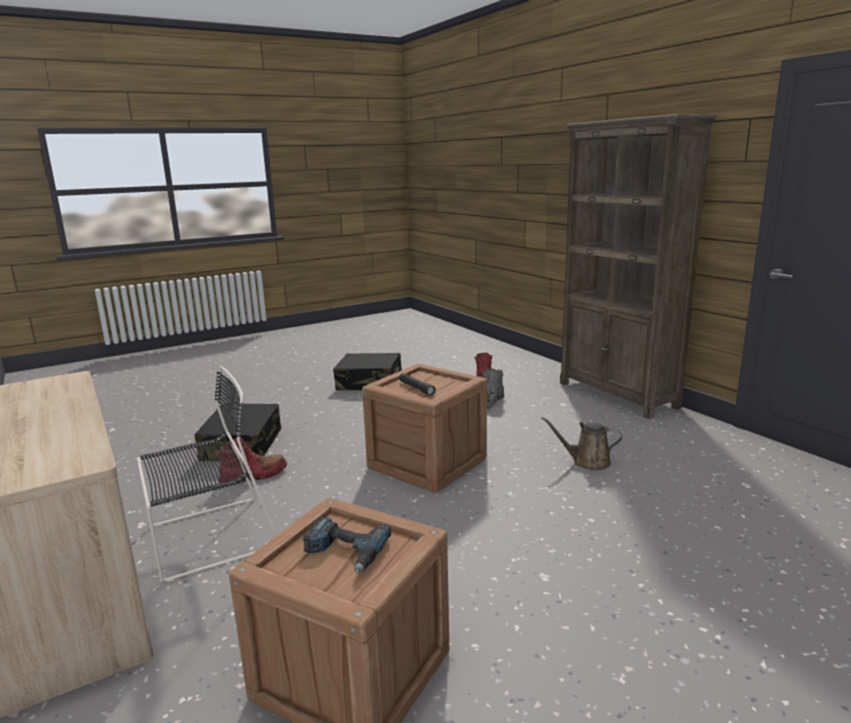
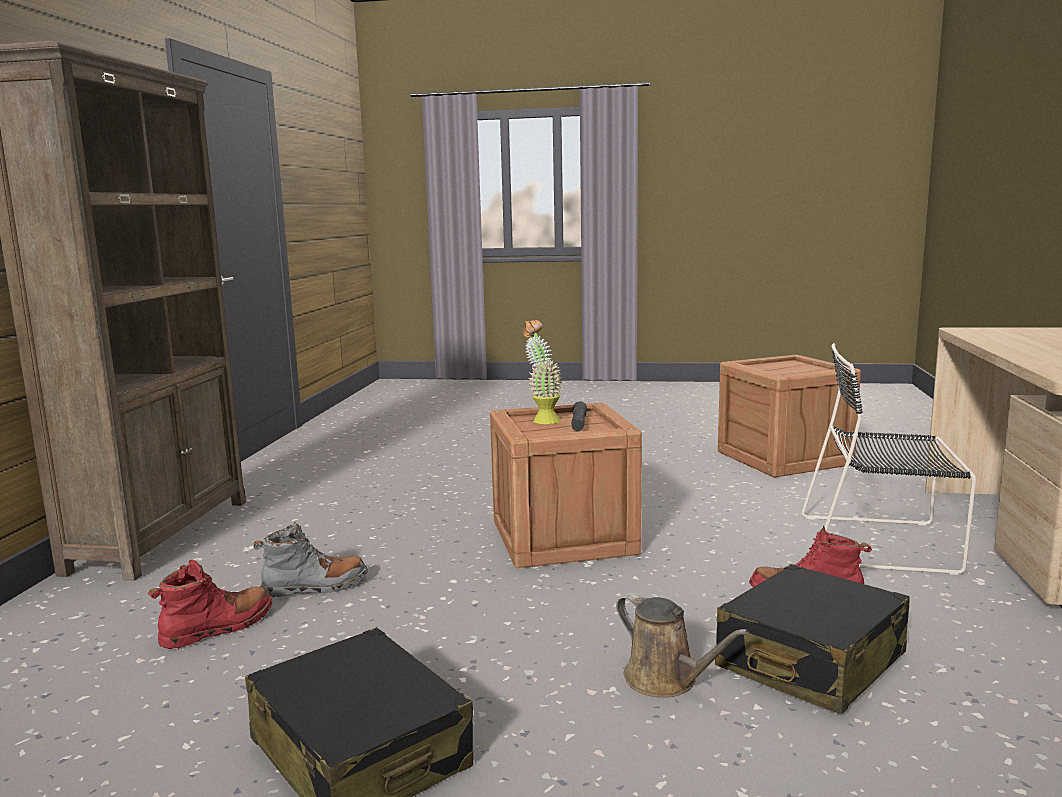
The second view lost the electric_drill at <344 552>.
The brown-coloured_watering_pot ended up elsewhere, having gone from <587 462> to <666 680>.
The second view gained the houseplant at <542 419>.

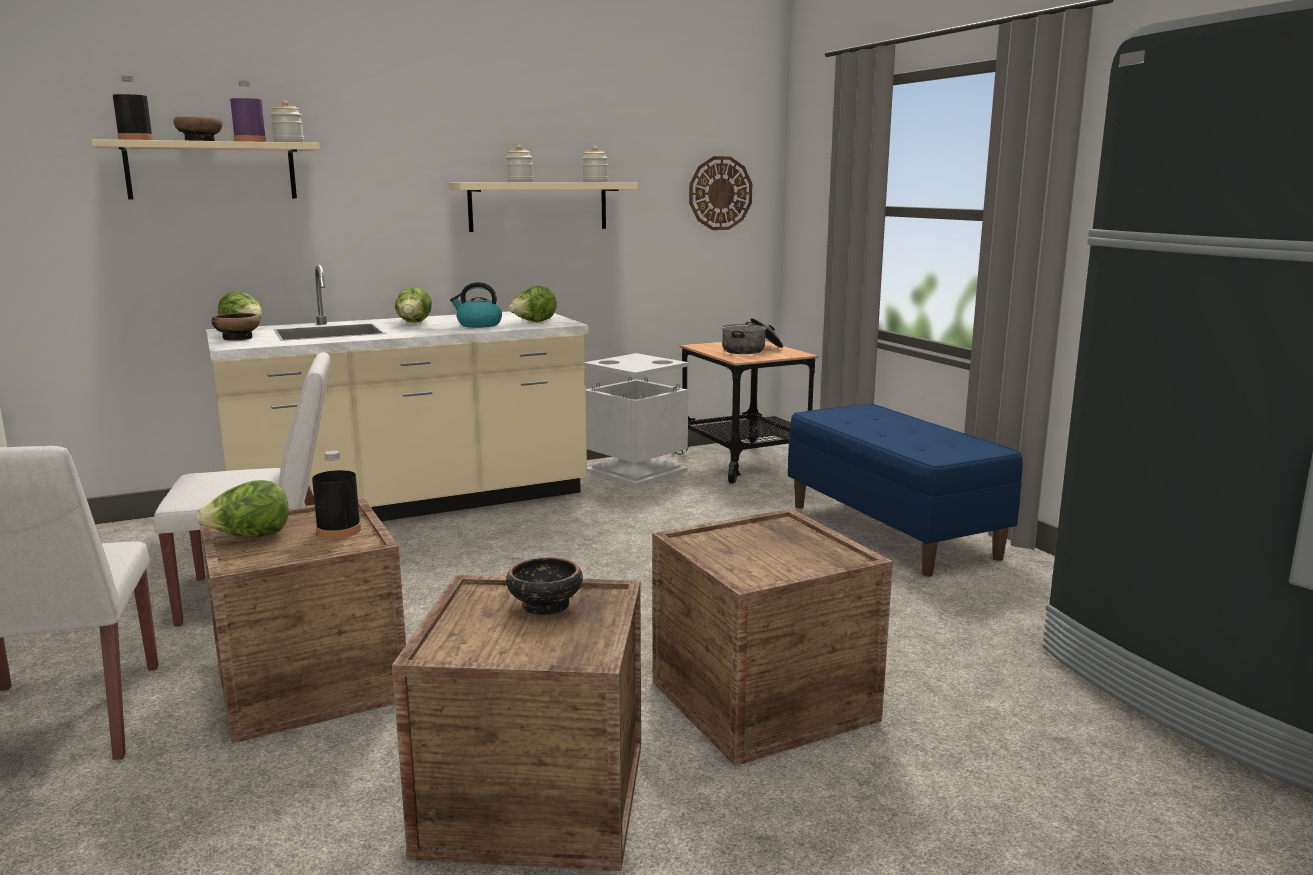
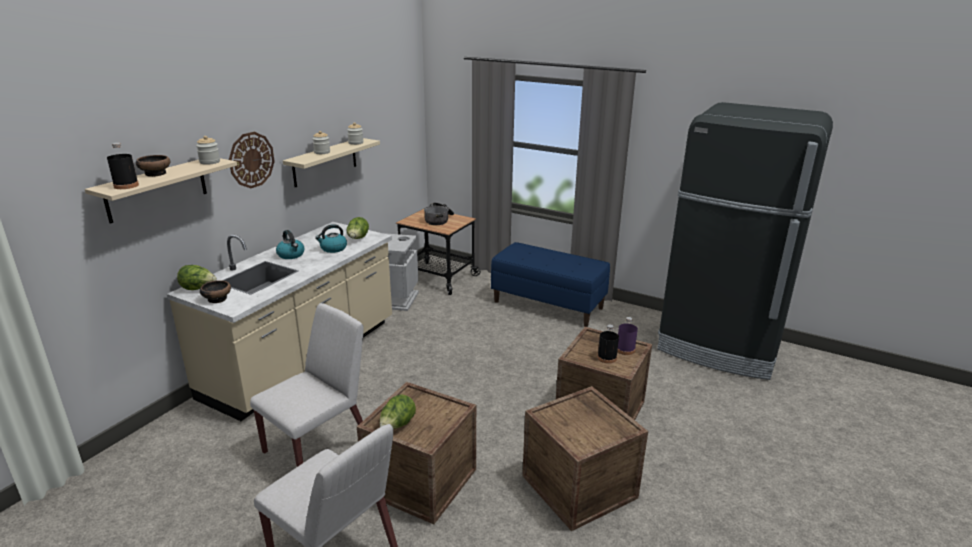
The purplish_beverage_bottle ended up elsewhere, having gone from <250 141> to <625 350>.
The black_beverage_bottle ended up elsewhere, having gone from <339 531> to <606 358>.
Where the lettuce_head stood at <414 323>, the kettle came to stand at <291 255>.
The second view lost the serving_bowl at <544 606>.
The hanging_clock ended up elsewhere, having gone from <720 193> to <251 160>.

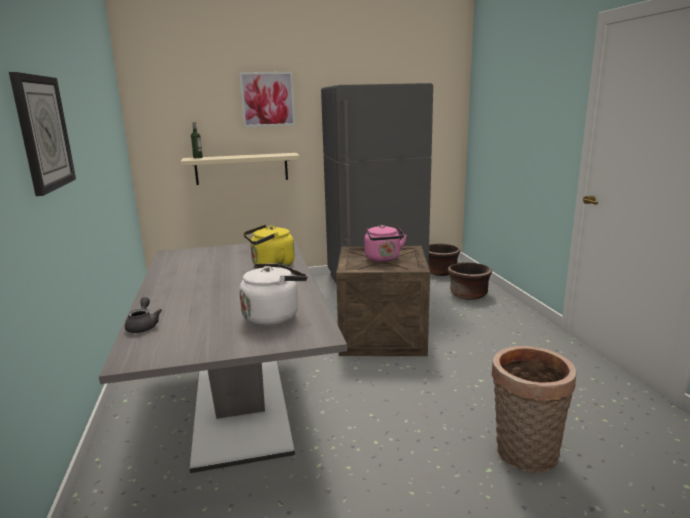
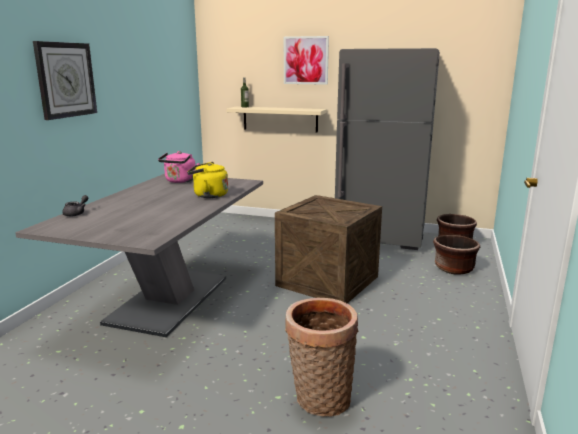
The second view lost the whitish_kettle at <273 316>.
The pinkish_kettle ended up elsewhere, having gone from <383 259> to <180 181>.

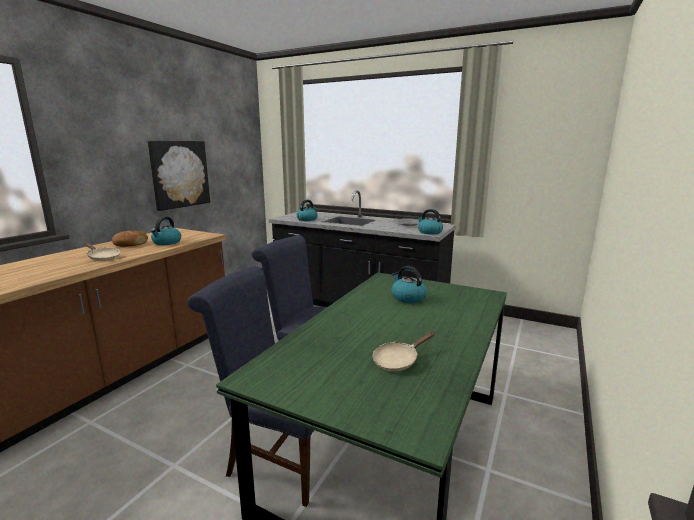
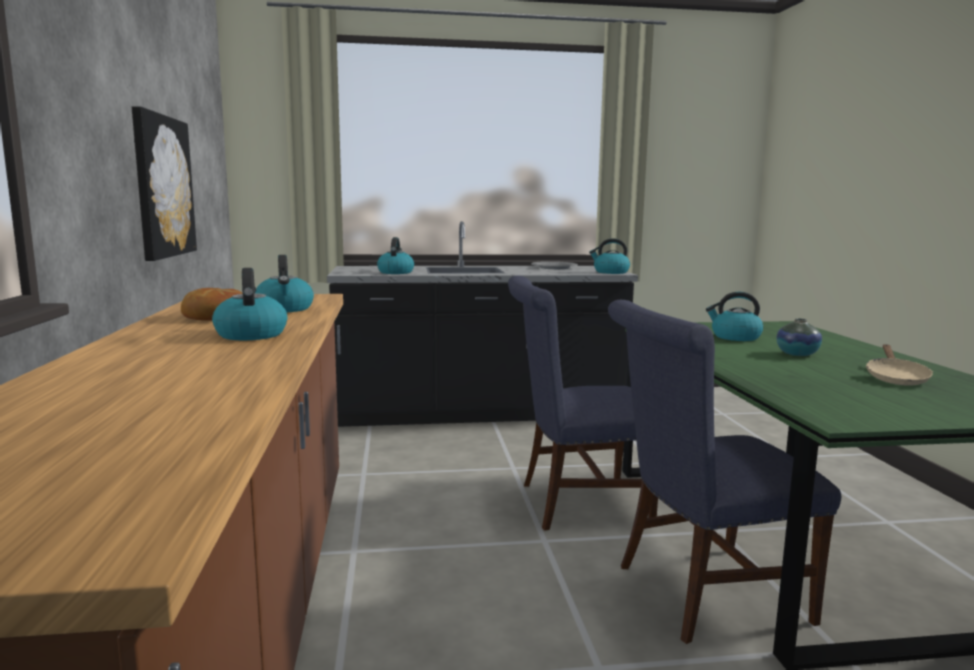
Where the beige_skillet stood at <102 257>, the kettle came to stand at <250 334>.
The second view gained the vase at <797 354>.

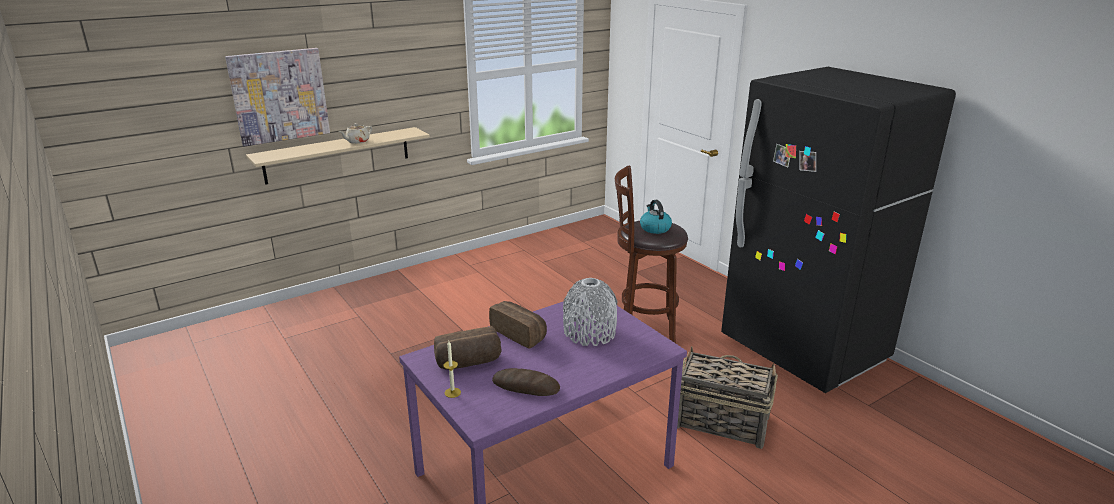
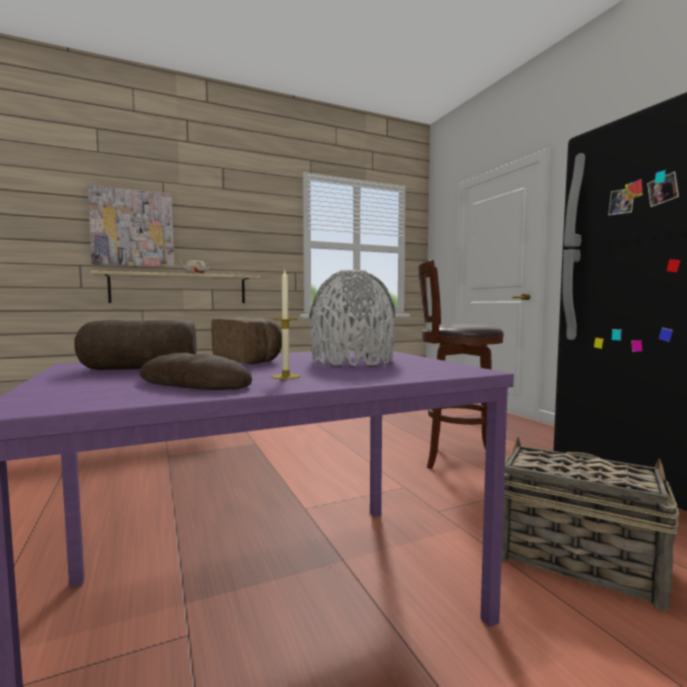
The wax_light ended up elsewhere, having gone from <452 392> to <285 376>.
The second view lost the kettle at <654 228>.

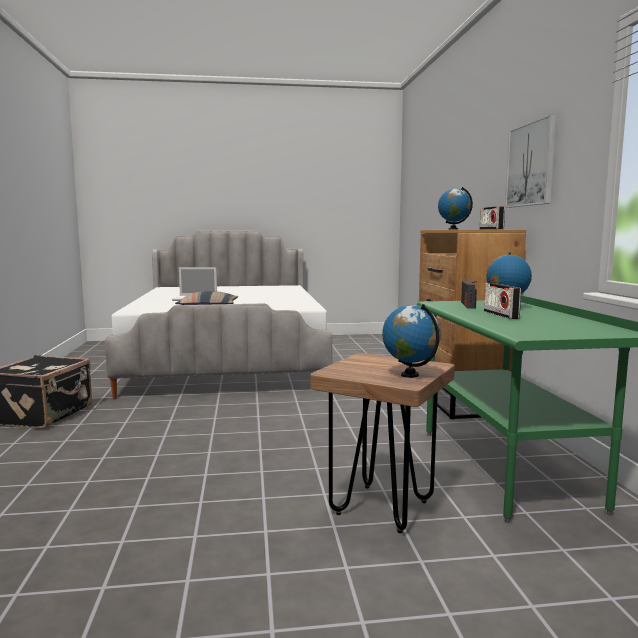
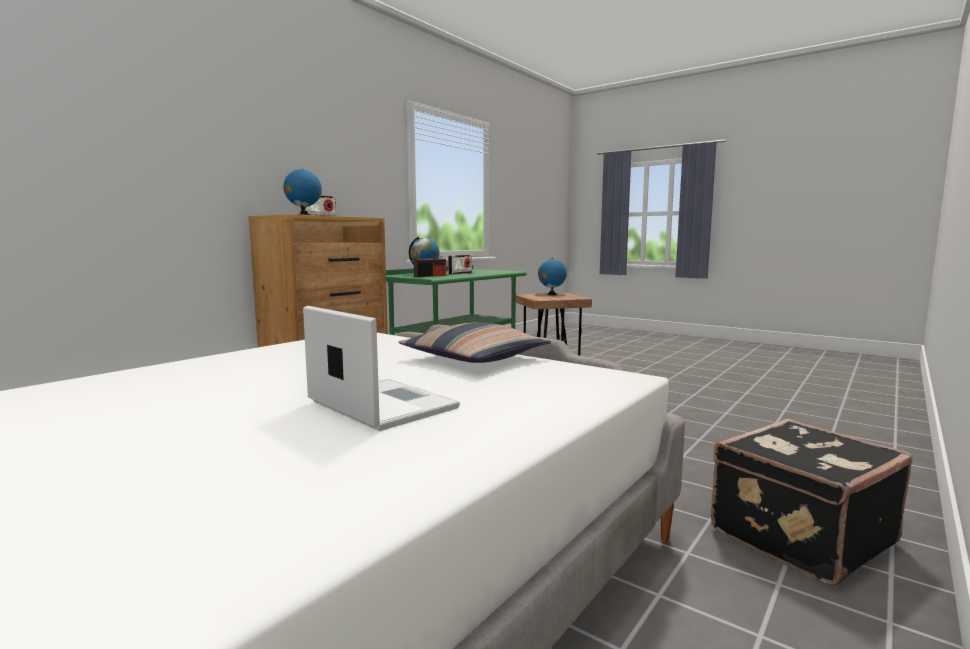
The second view lost the wall_art at <531 164>.

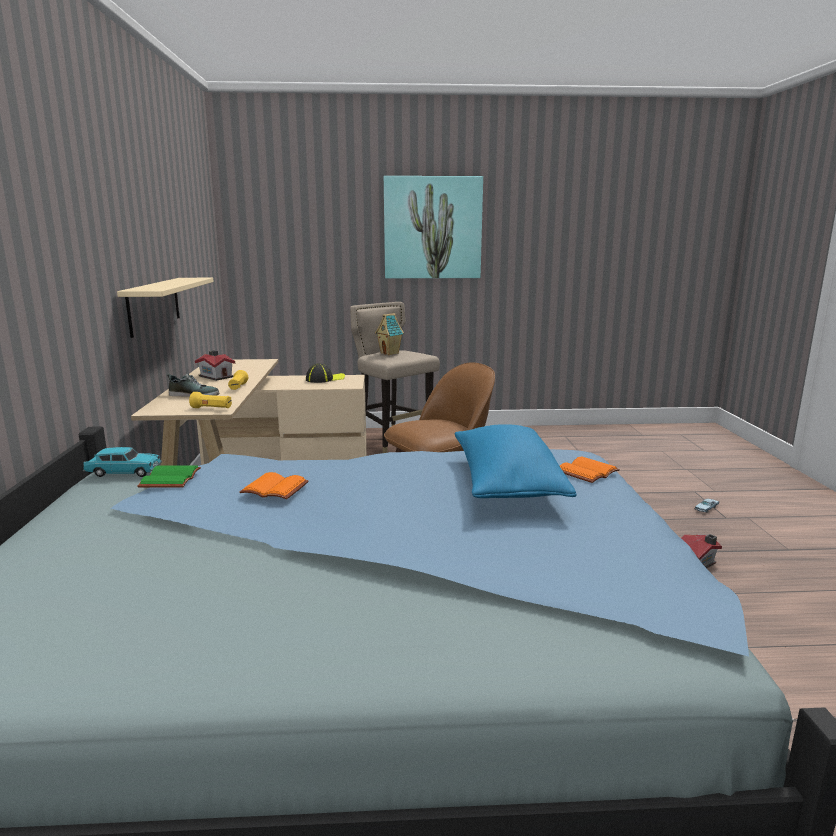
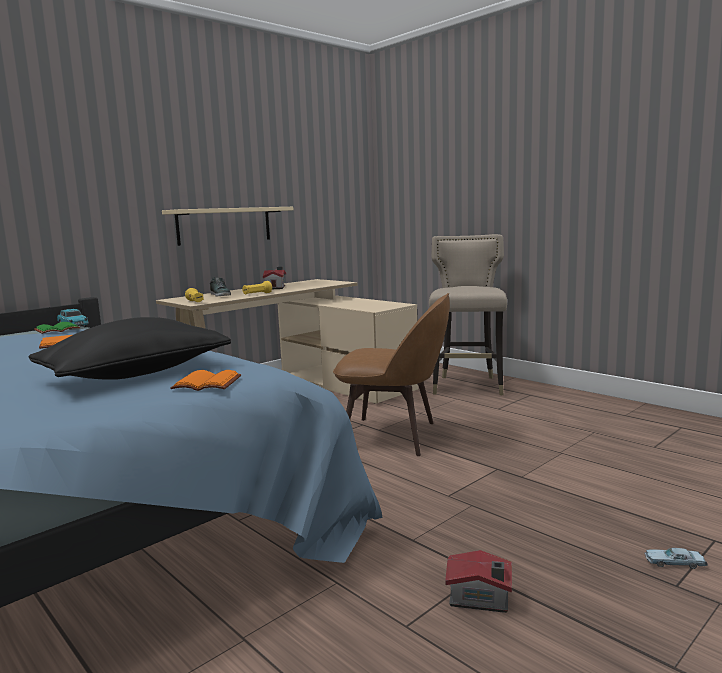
The second view lost the peaked_cap at <325 379>.
The second view lost the miniature_house at <390 353>.
The second view lost the wall_art at <432 228>.
What was the blue-coloured_cushion at <506 484> turned into the black_cushion at <136 373>.

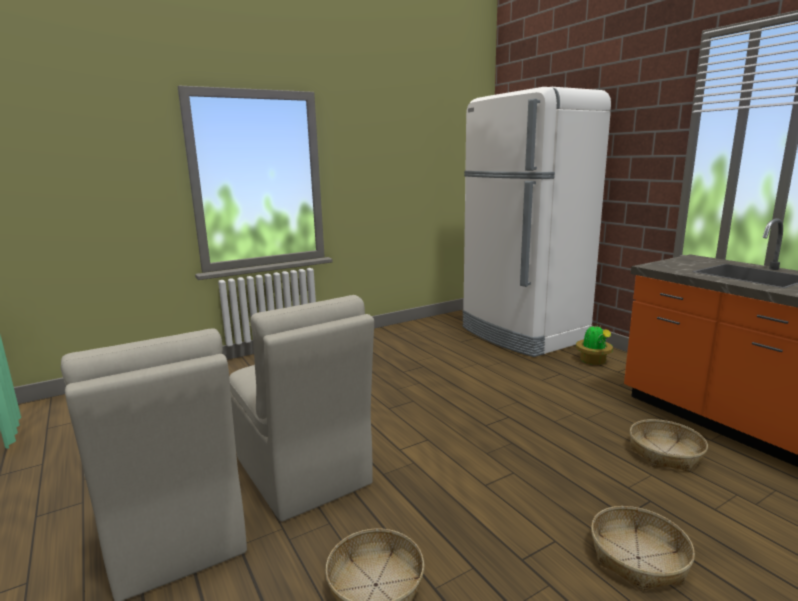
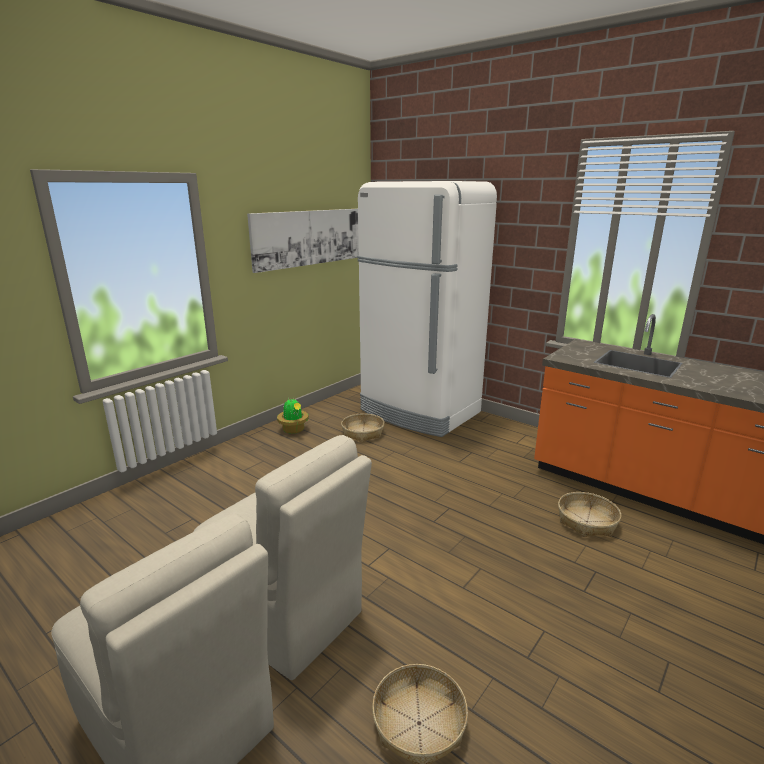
The houseplant ended up elsewhere, having gone from <593 361> to <294 430>.
The storage_basket ended up elsewhere, having gone from <638 558> to <363 433>.
The second view gained the wall_art at <312 237>.

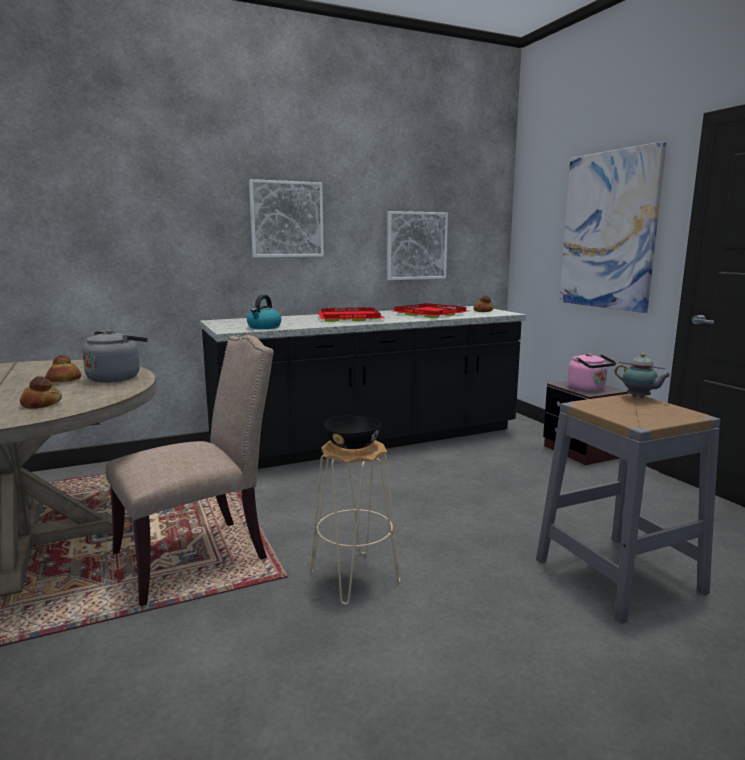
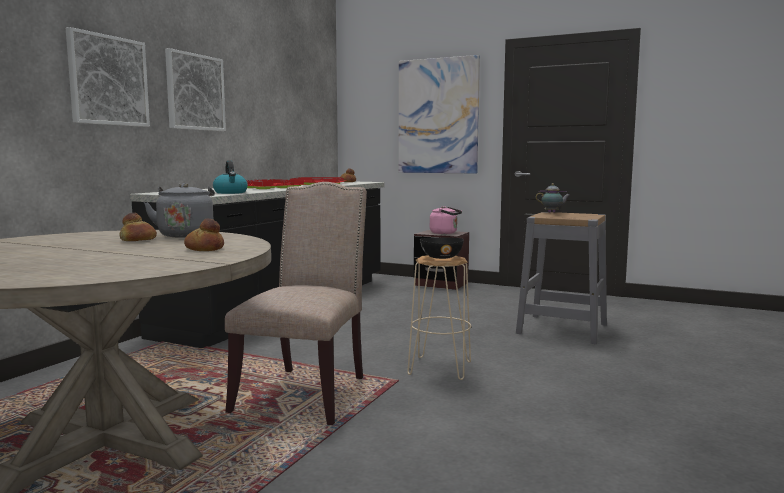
The wall_art ended up elsewhere, having gone from <416 245> to <108 80>.

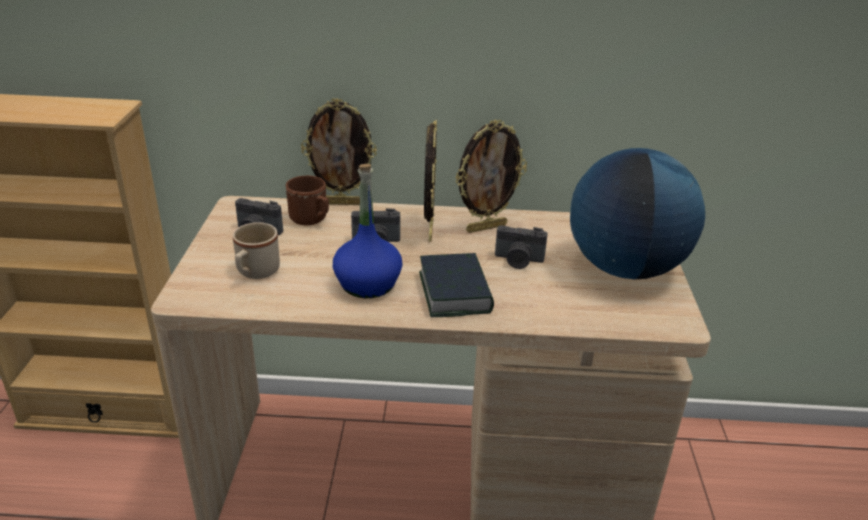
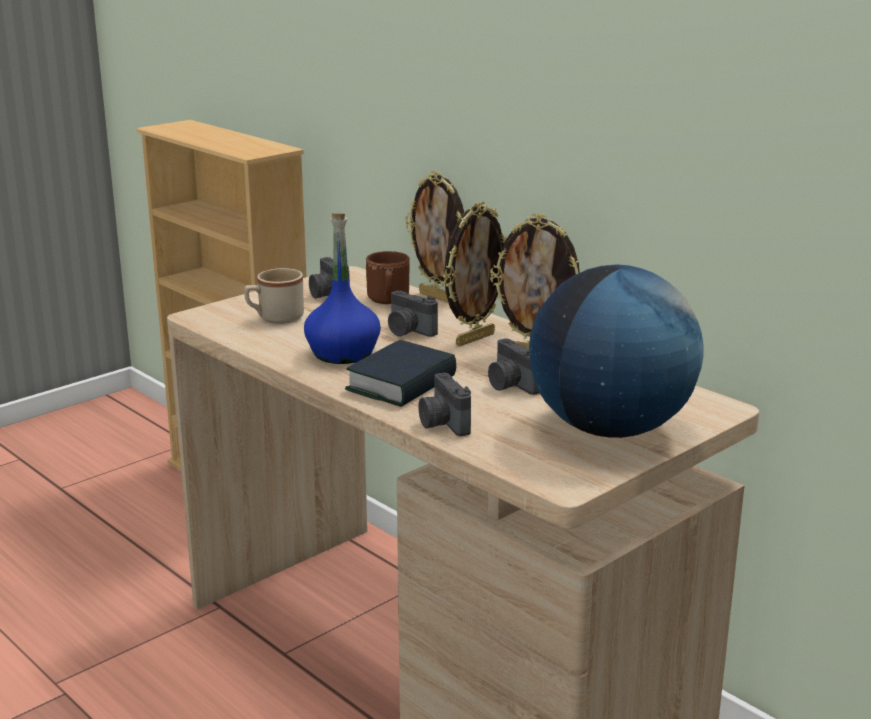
The second view gained the still_camera at <442 424>.

